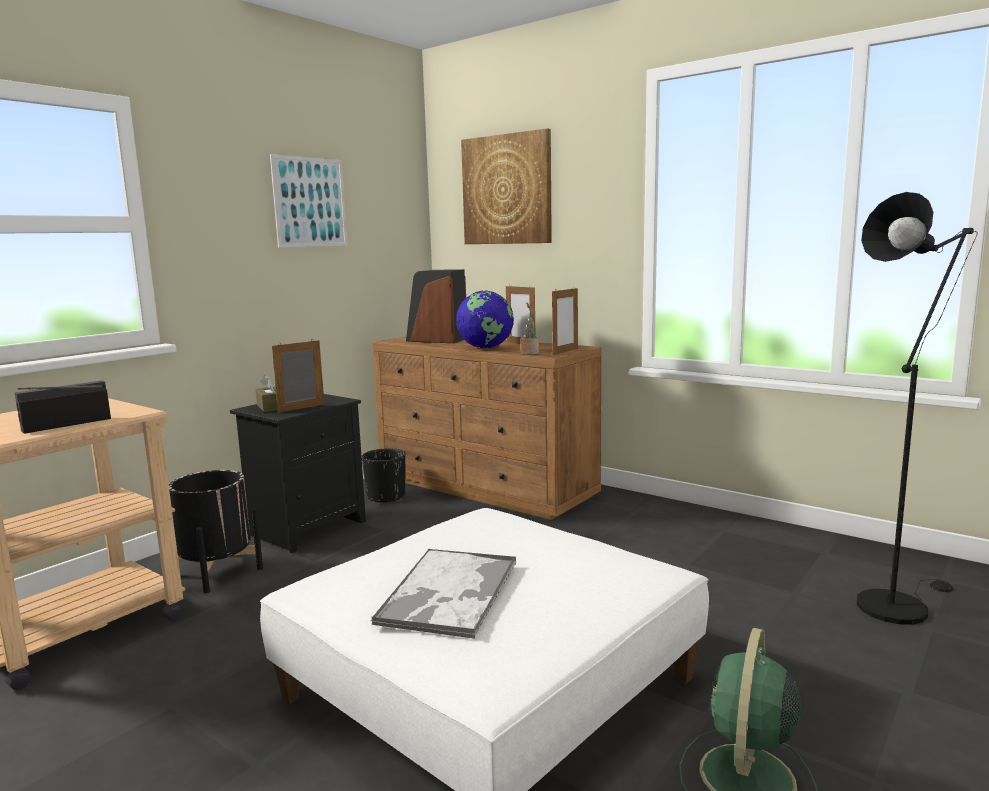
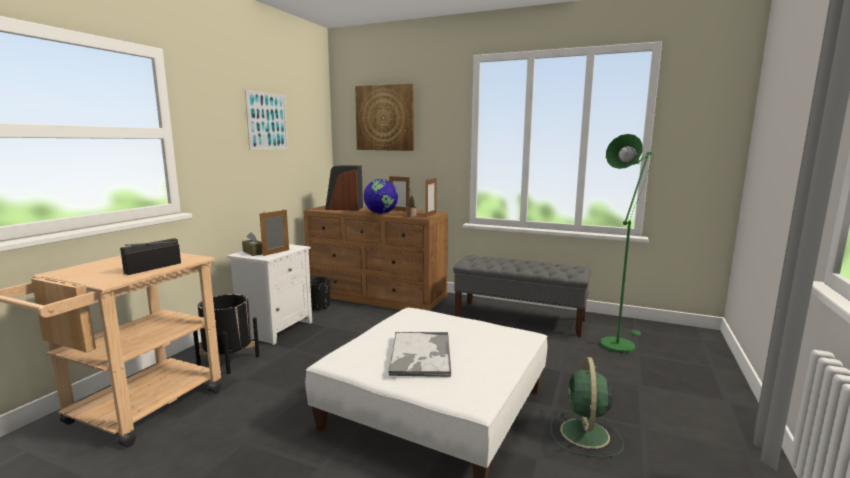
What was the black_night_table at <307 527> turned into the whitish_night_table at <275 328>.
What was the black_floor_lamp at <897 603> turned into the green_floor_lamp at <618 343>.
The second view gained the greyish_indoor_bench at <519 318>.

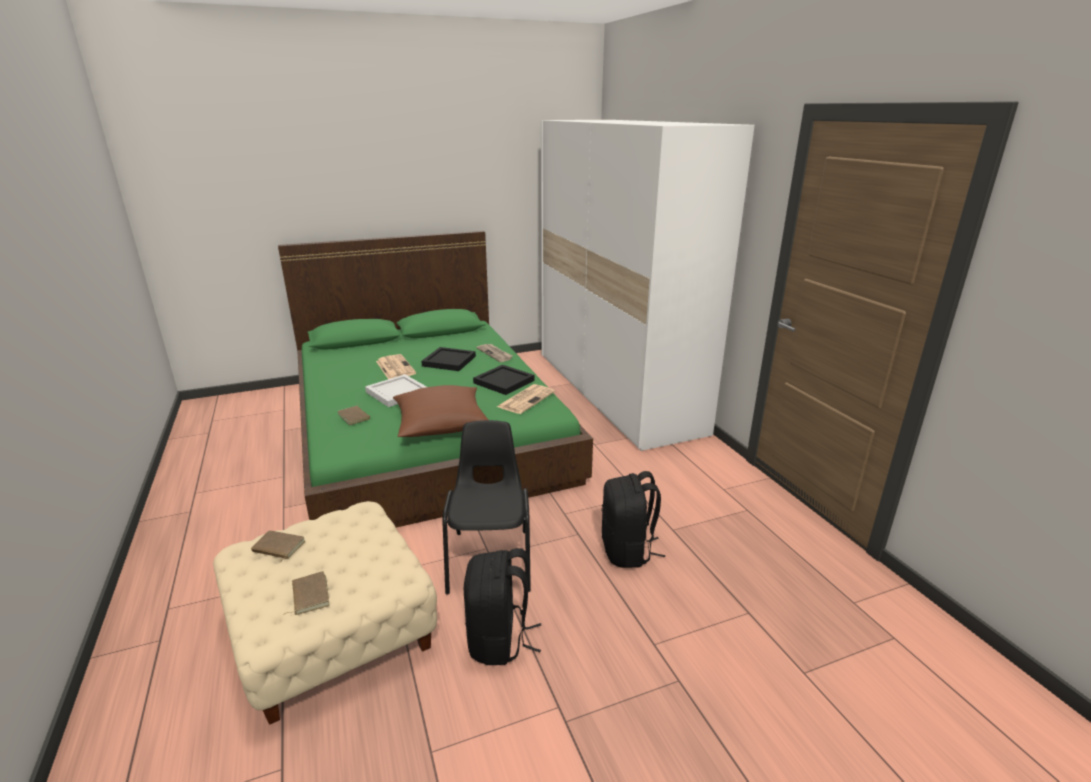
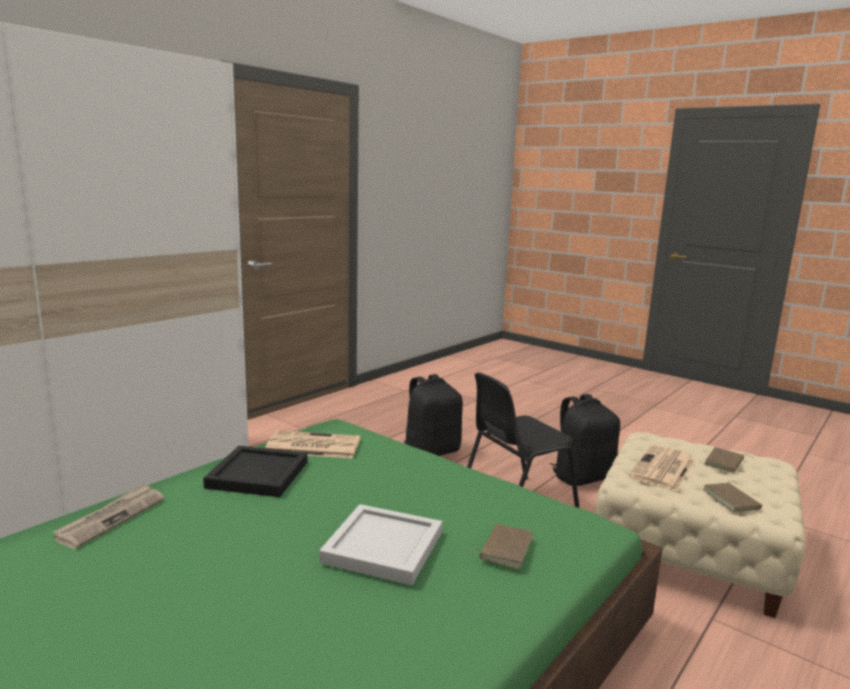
The printed_paper ended up elsewhere, having gone from <395 367> to <663 469>.
The second view lost the brown-coloured_cushion at <441 425>.
The second view lost the black_tray at <450 361>.

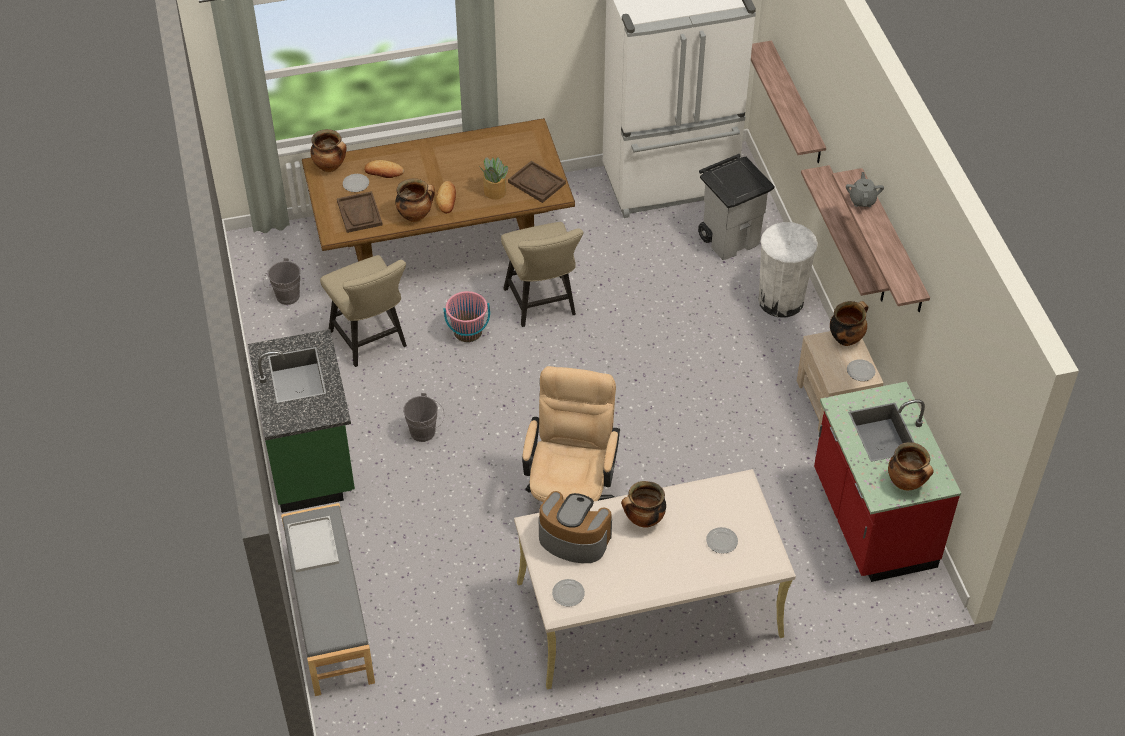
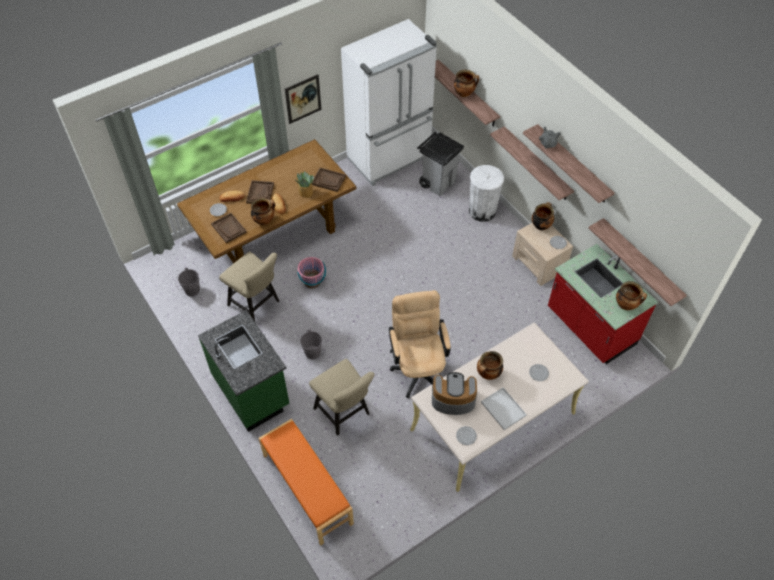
What was the greyish_indoor_bench at <329 615> turned into the orange-coloured_indoor_bench at <306 489>.
The whitish_tray ended up elsewhere, having gone from <312 544> to <502 408>.
The cooking_pot ended up elsewhere, having gone from <331 166> to <464 93>.
The beige_plain_chair ended up elsewhere, having gone from <542 305> to <344 413>.
The second view gained the brown-coloured_tray at <260 193>.
The second view gained the wall_art at <303 99>.
The second view gained the wall_shelf at <641 261>.

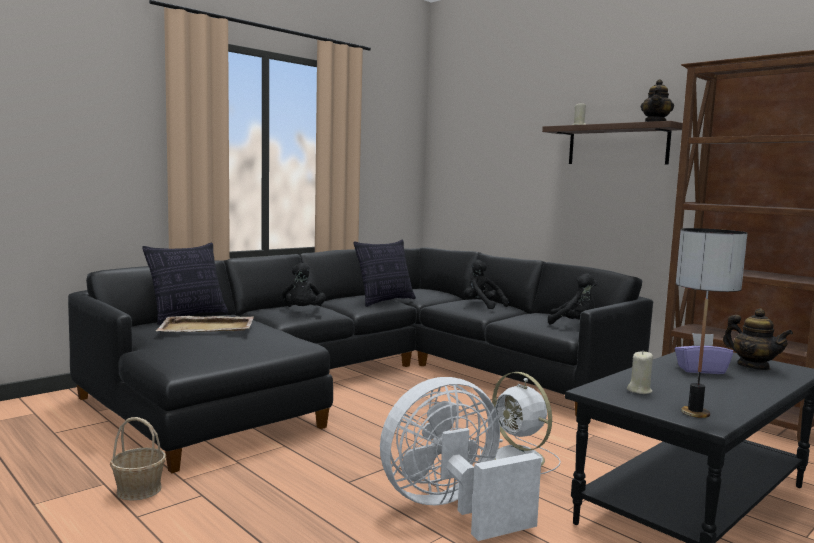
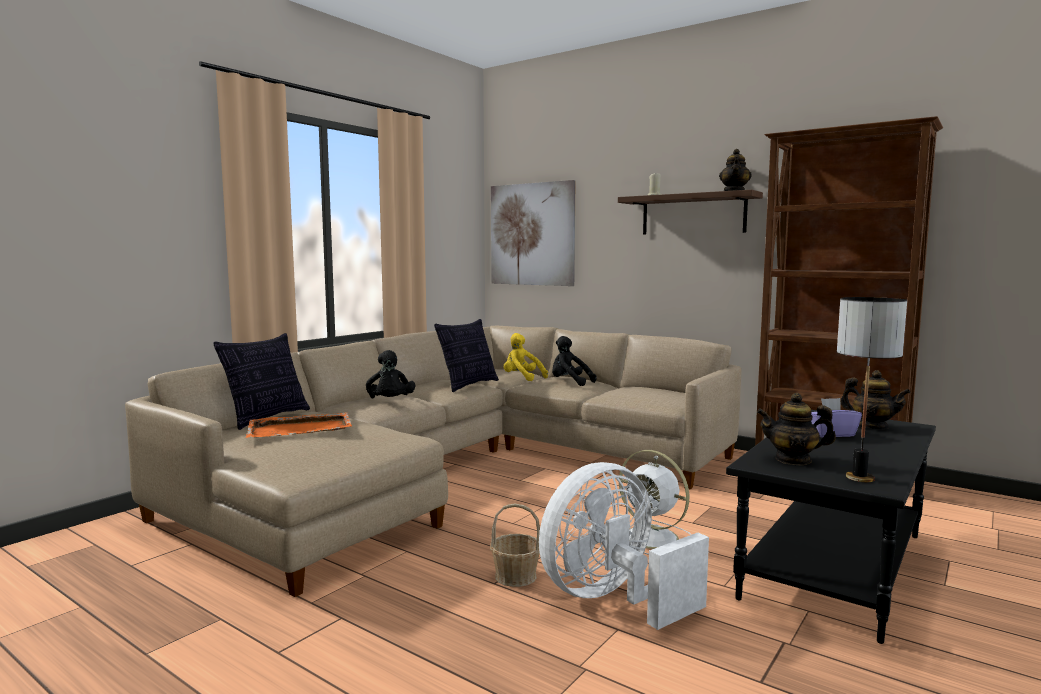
What was the black_sofa at <364 379> turned into the beige_sofa at <457 469>.
The storage_basket ended up elsewhere, having gone from <139 490> to <515 576>.
What was the beige_tray at <208 327> turned into the orange-coloured_tray at <301 429>.
The second view lost the black_plush_toy at <574 323>.
Where the beige_wax_light stood at <639 390>, the teapot came to stand at <793 460>.
The second view gained the wall_art at <532 234>.
The second view gained the yellow_plush_toy at <522 378>.

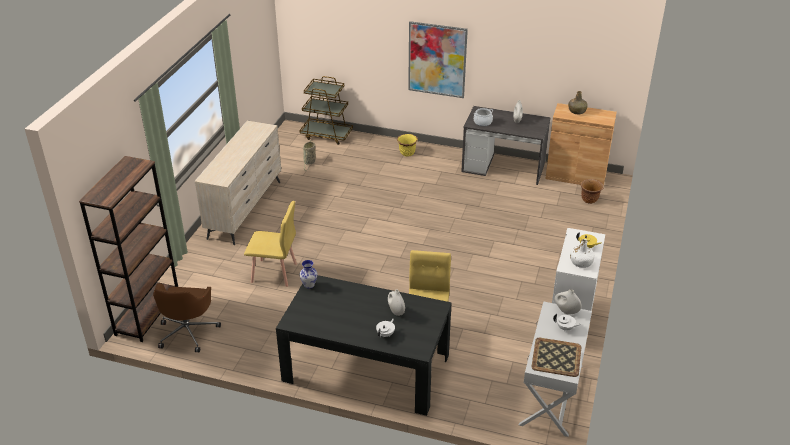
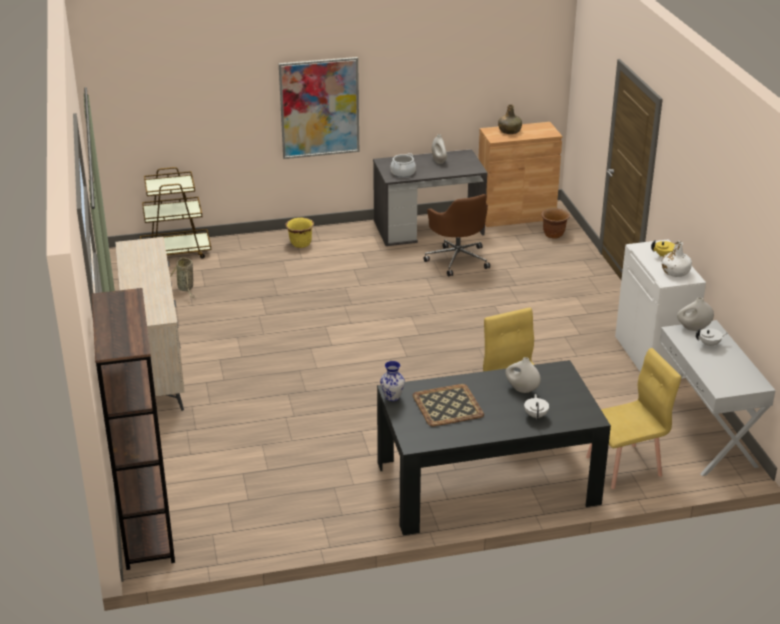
The brown-coloured_computer_chair ended up elsewhere, having gone from <188 332> to <457 259>.
The yellow_plain_chair ended up elsewhere, having gone from <274 273> to <624 466>.
The tray ended up elsewhere, having gone from <556 357> to <447 406>.

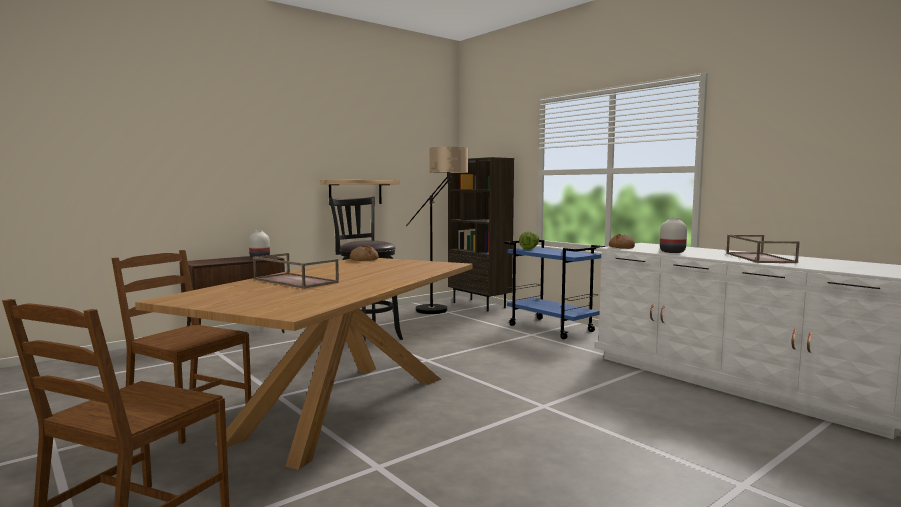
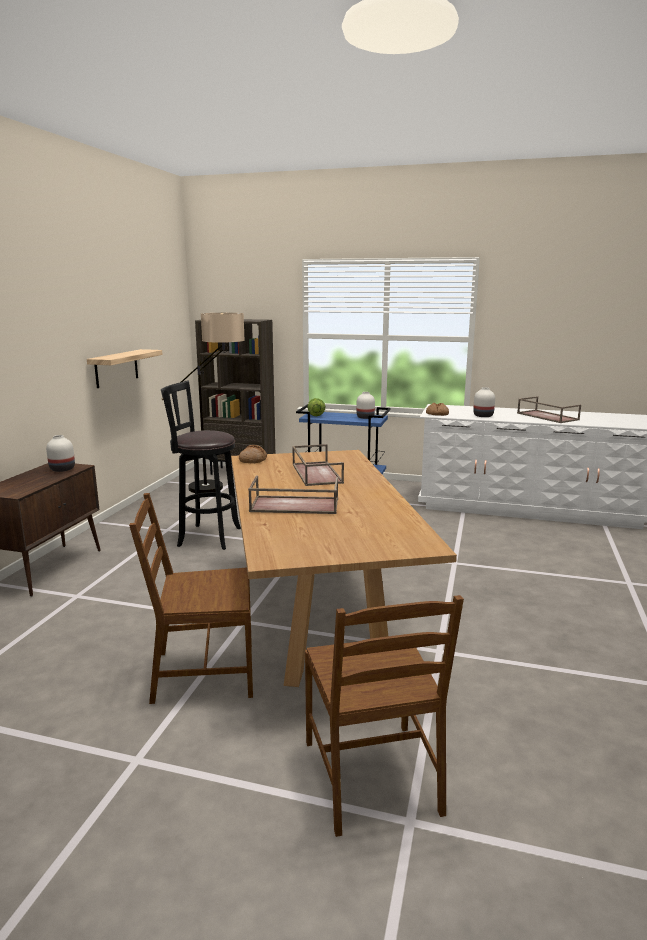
The second view gained the brown-coloured_tray at <315 473>.
The second view gained the whitish_vase at <366 417>.

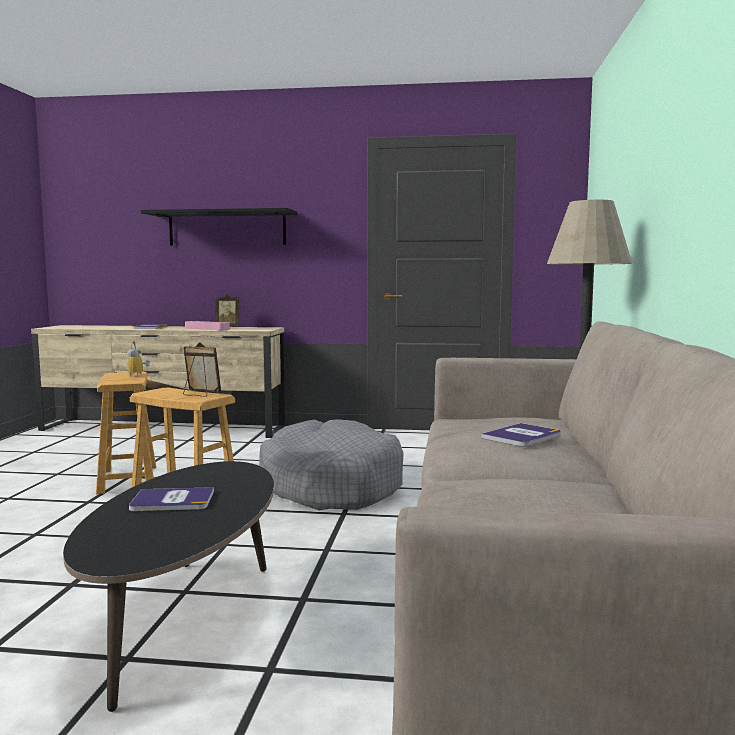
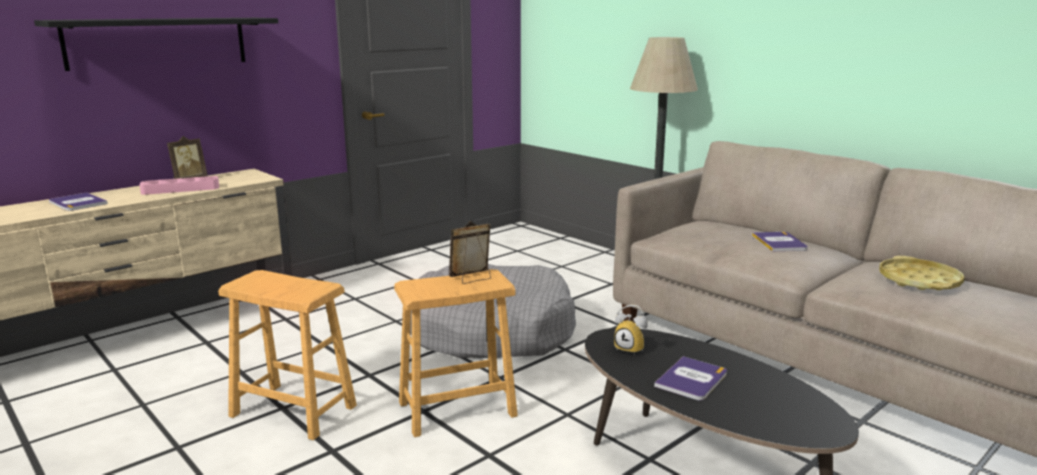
The alarm_clock ended up elsewhere, having gone from <138 375> to <631 349>.
The second view gained the yellow_tray at <919 281>.

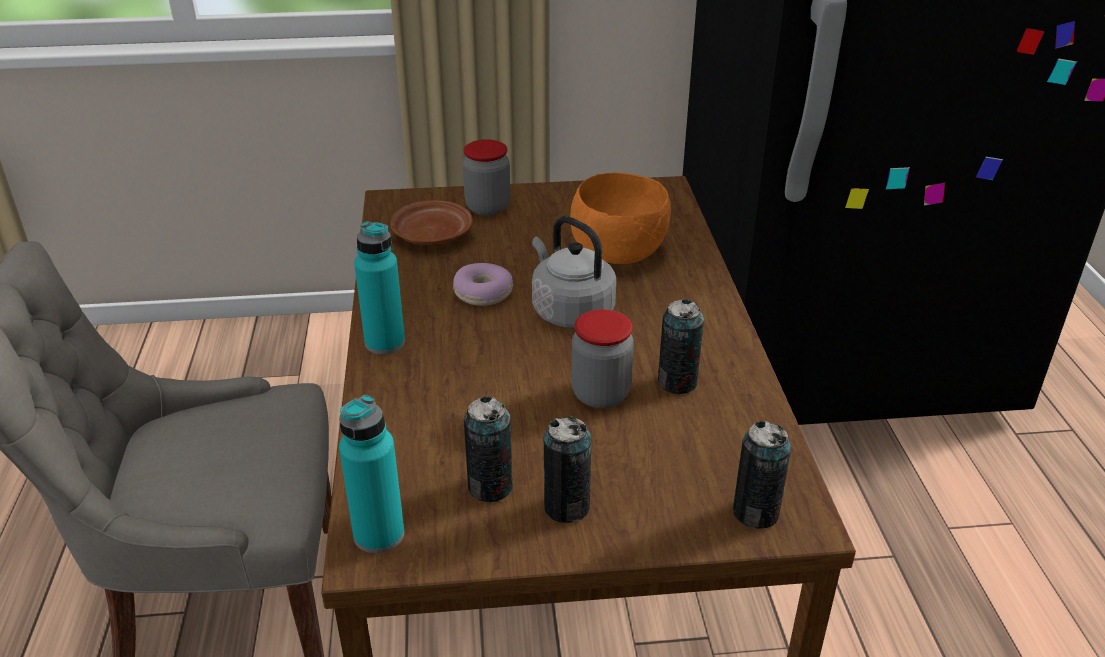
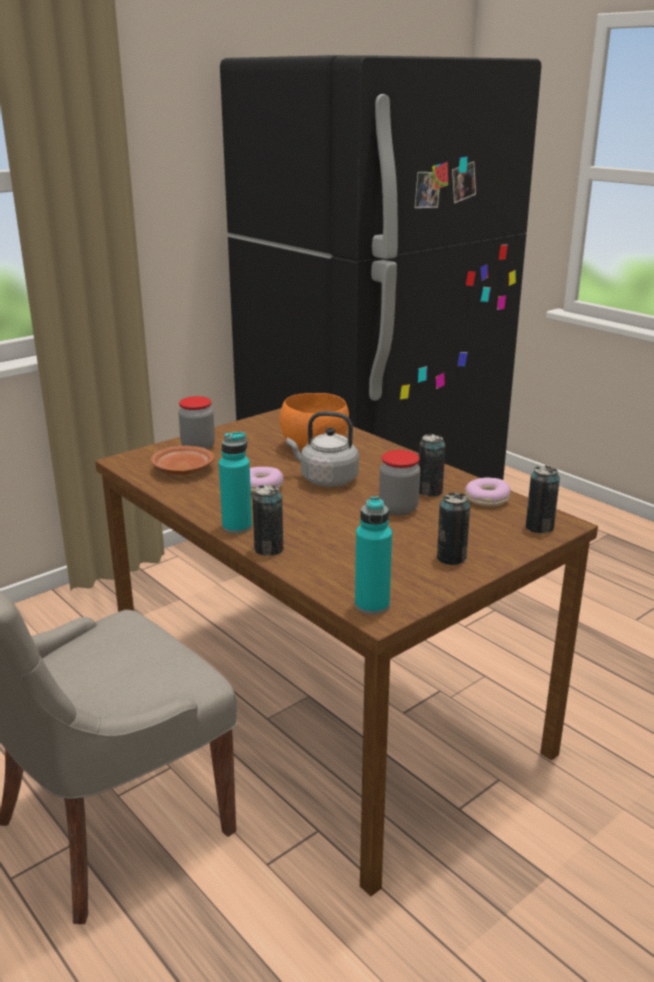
The metal_can ended up elsewhere, having gone from <490 487> to <269 549>.
The second view gained the ring_doughnut at <487 499>.

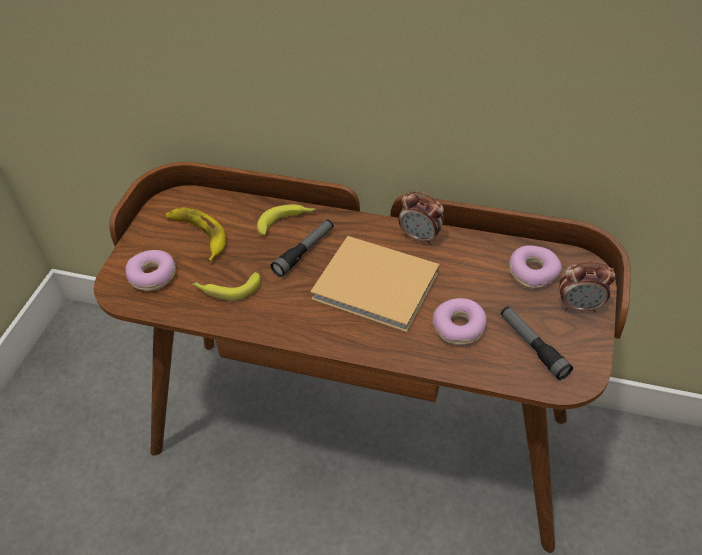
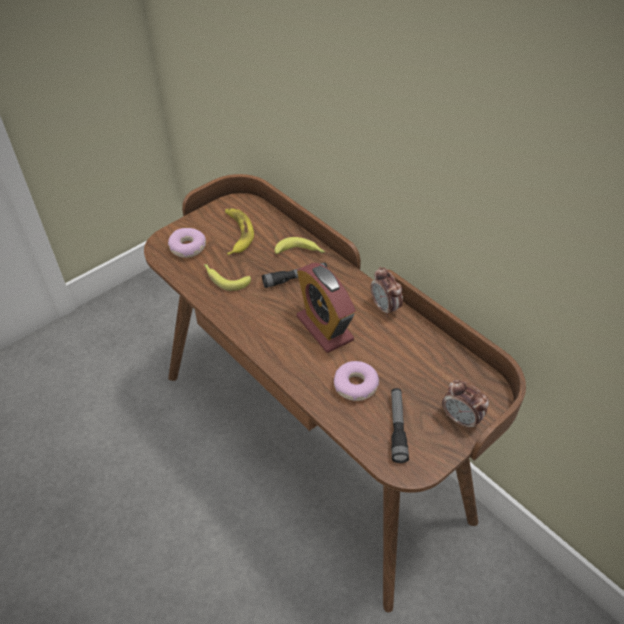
Where the beige_bound_book stood at <379 287>, the alarm_clock came to stand at <324 328>.
The second view lost the ring_doughnut at <532 272>.

